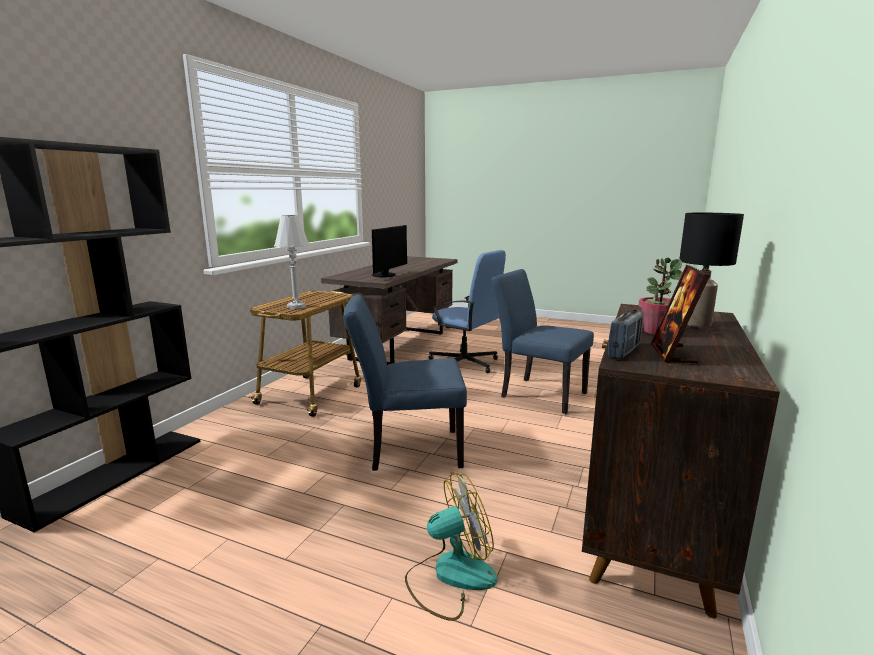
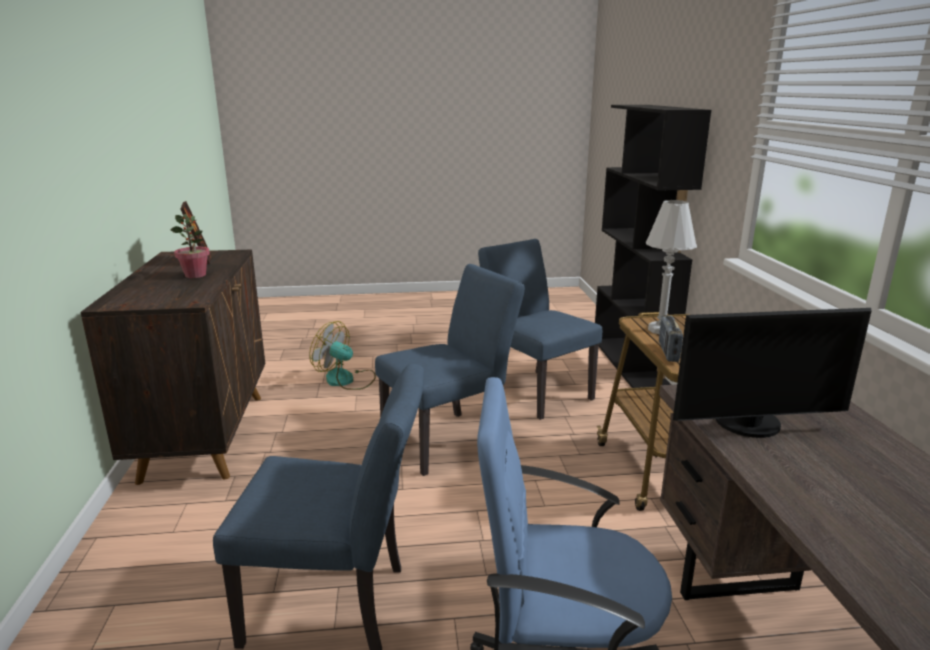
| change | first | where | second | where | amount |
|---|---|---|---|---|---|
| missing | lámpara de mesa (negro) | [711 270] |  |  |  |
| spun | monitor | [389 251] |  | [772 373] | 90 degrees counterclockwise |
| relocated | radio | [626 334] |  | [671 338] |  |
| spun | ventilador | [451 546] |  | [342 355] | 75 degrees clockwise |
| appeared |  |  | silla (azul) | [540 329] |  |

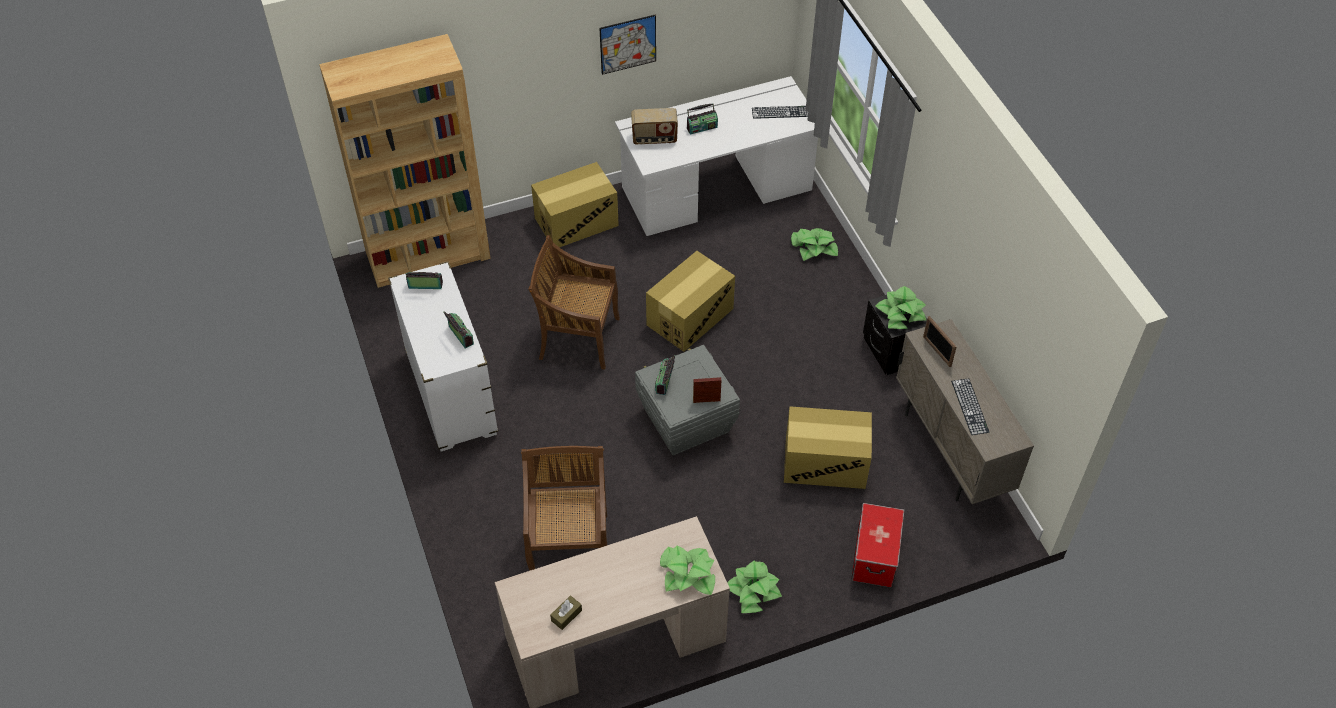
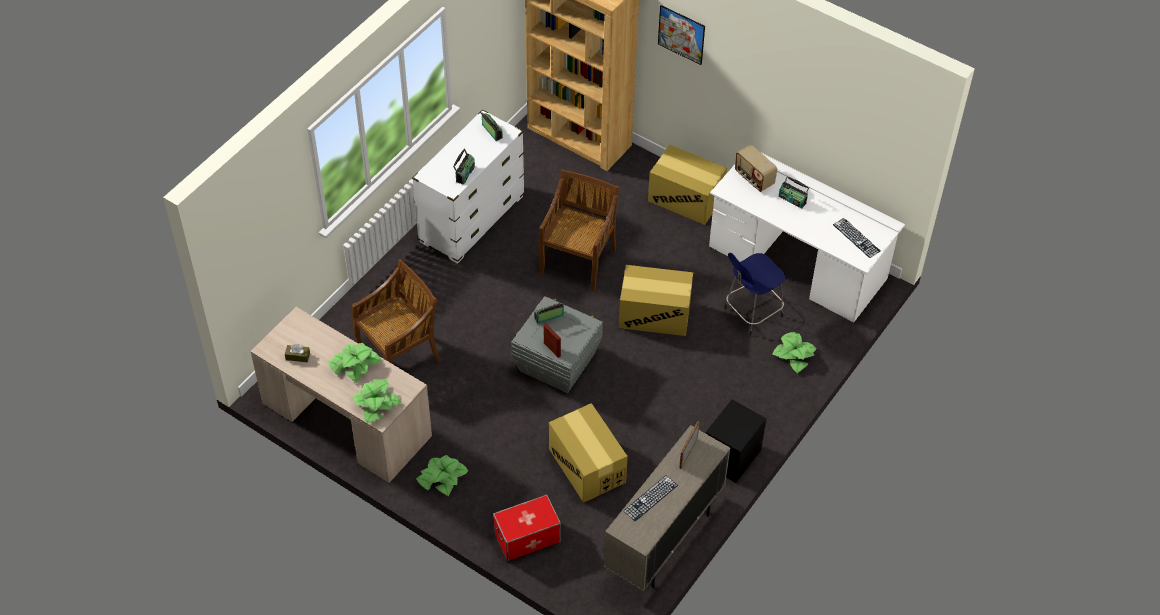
| change | first | where | second | where | amount |
|---|---|---|---|---|---|
| relocated | cuadro | [627 45] |  | [681 35] |  |
| spun | silla (marrón) | [574 302] |  | [579 230] | 45 degrees clockwise |
| relocated | planta en maceta | [900 307] |  | [355 363] |  |
| appeared |  |  | taburete (azul) | [755 294] |  |

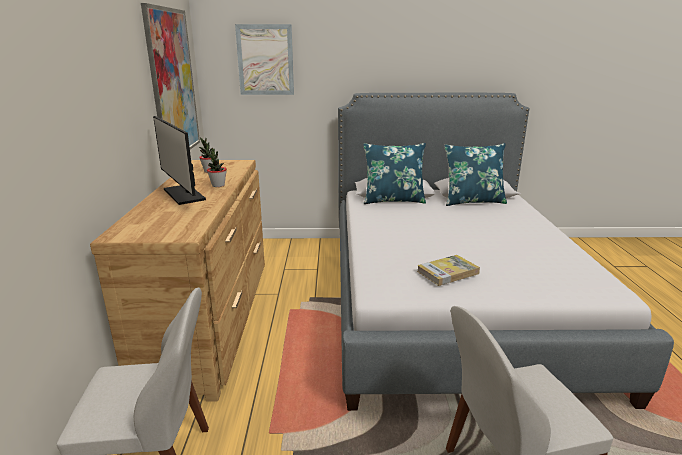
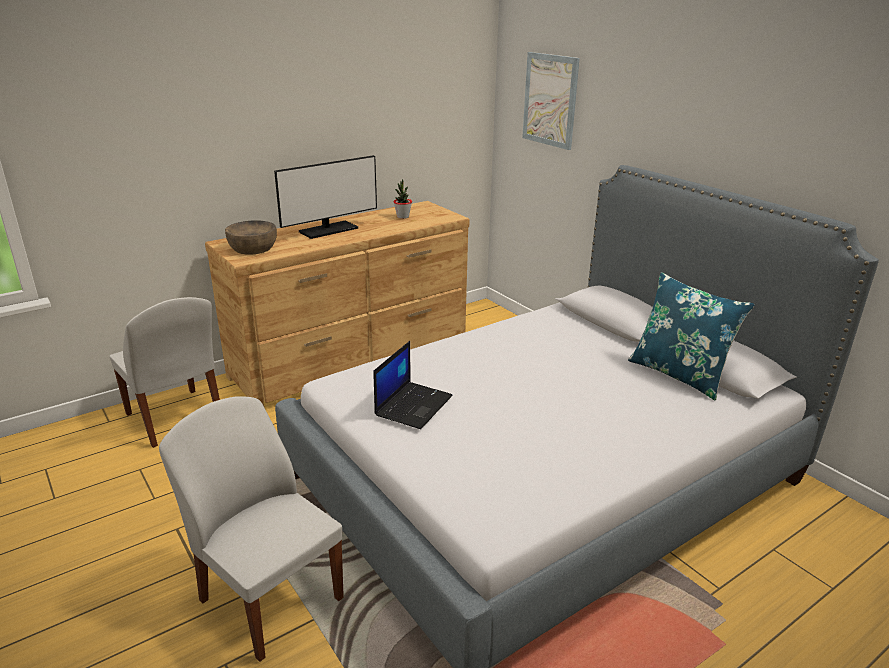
| change | first | where | second | where | amount |
|---|---|---|---|---|---|
| missing | cuadro | [170 76] |  |  |  |
| spun | monitor | [179 160] |  | [325 197] | 150 degrees counterclockwise |
| missing | cojín (azul) | [394 173] |  |  |  |
| missing | planta en maceta | [216 168] |  |  |  |
| exchanged | libro | [448 270] | portátil | [413 385] |  |
| appeared |  |  | cuenco (marrón) | [251 237] |  |

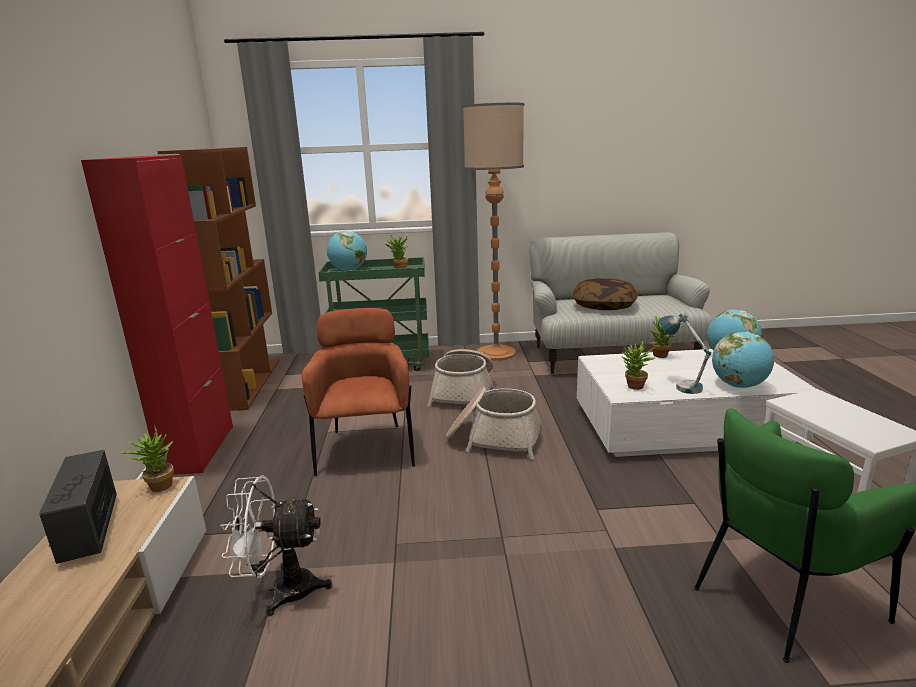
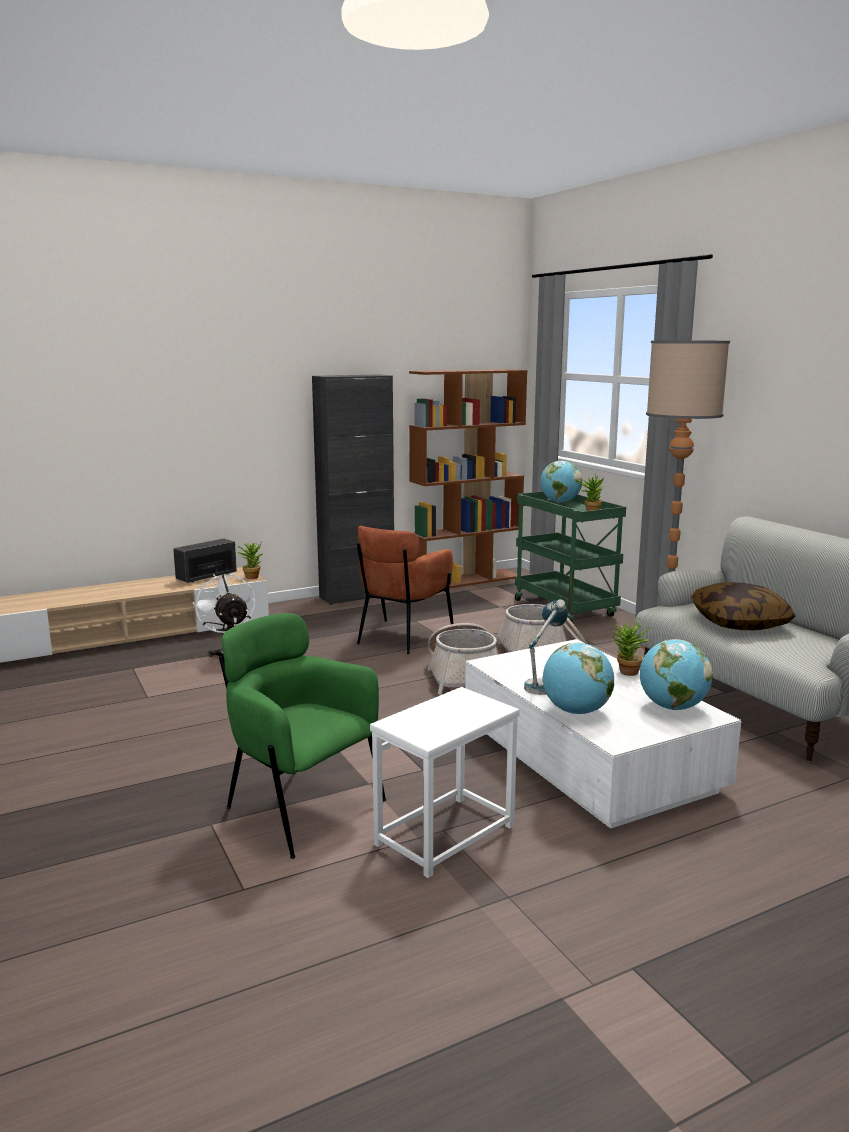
| change | first | where | second | where | amount |
|---|---|---|---|---|---|
| colour | armario (rojo) | [157 315] | armario (negro) | [353 489] |  |
| spun | sillón (marrón) | [358 392] |  | [405 590] | 150 degrees clockwise |
| missing | planta en maceta | [639 365] |  |  |  |

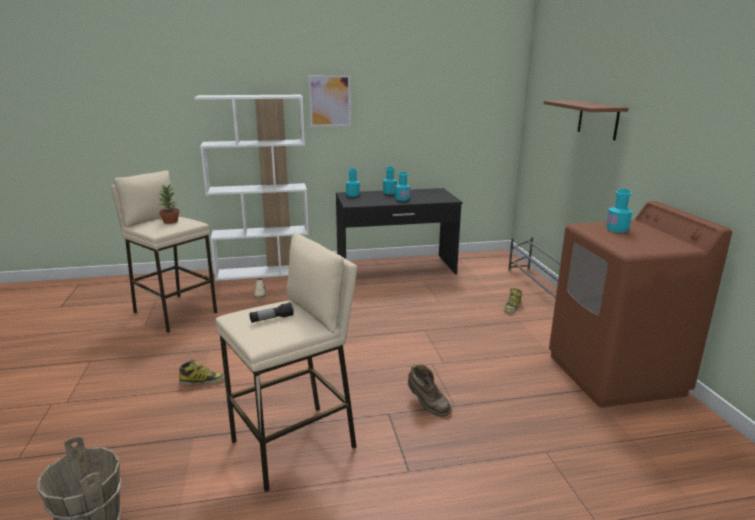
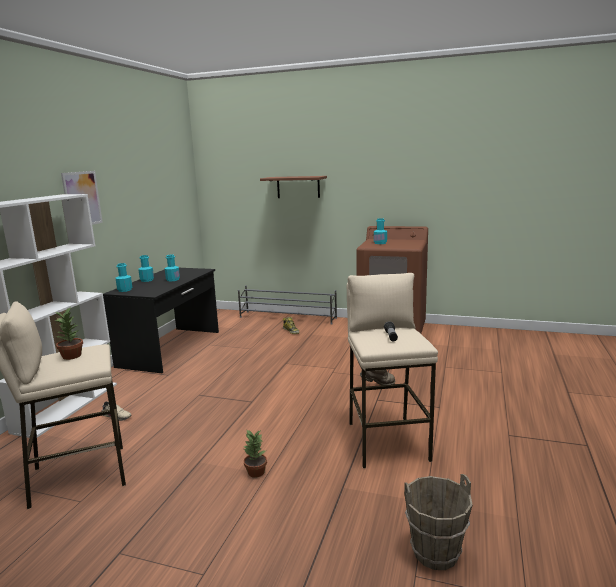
| change | first | where | second | where | amount |
|---|---|---|---|---|---|
| exchanged | bota | [202 372] | planta en maceta | [255 453] |  |

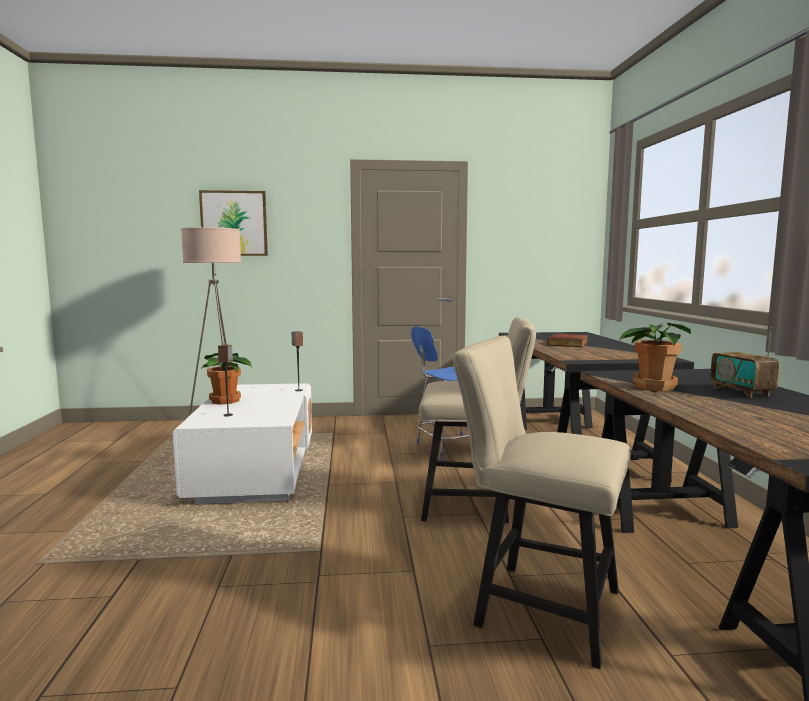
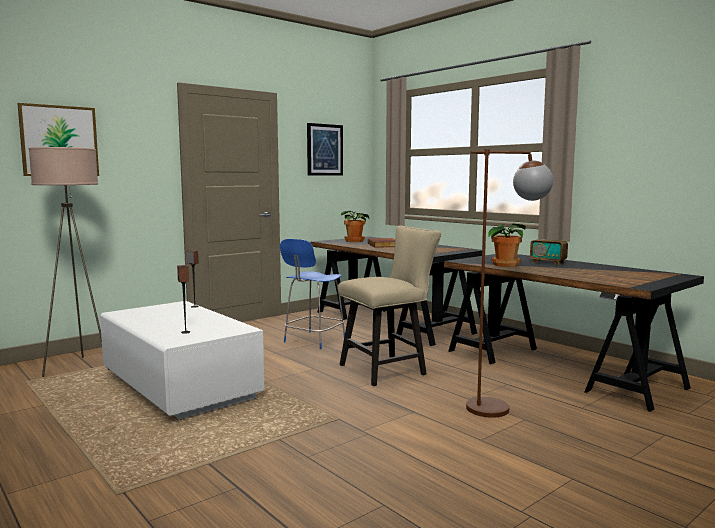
| change | first | where | second | where | amount |
|---|---|---|---|---|---|
| exchanged | silla (beis) | [542 502] | lámpara de pie (marrón) | [509 283] |  |
| relocated | planta en maceta | [226 379] |  | [355 226] |  |
| appeared |  |  | cuadro | [325 149] |  |

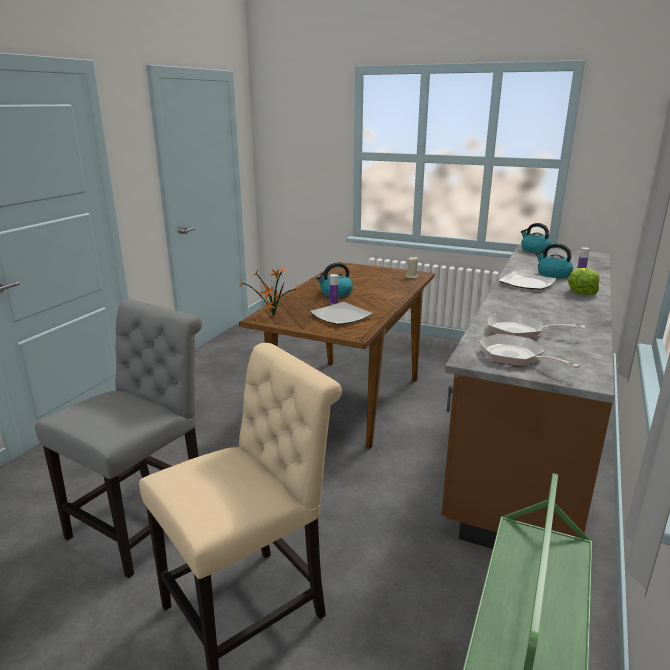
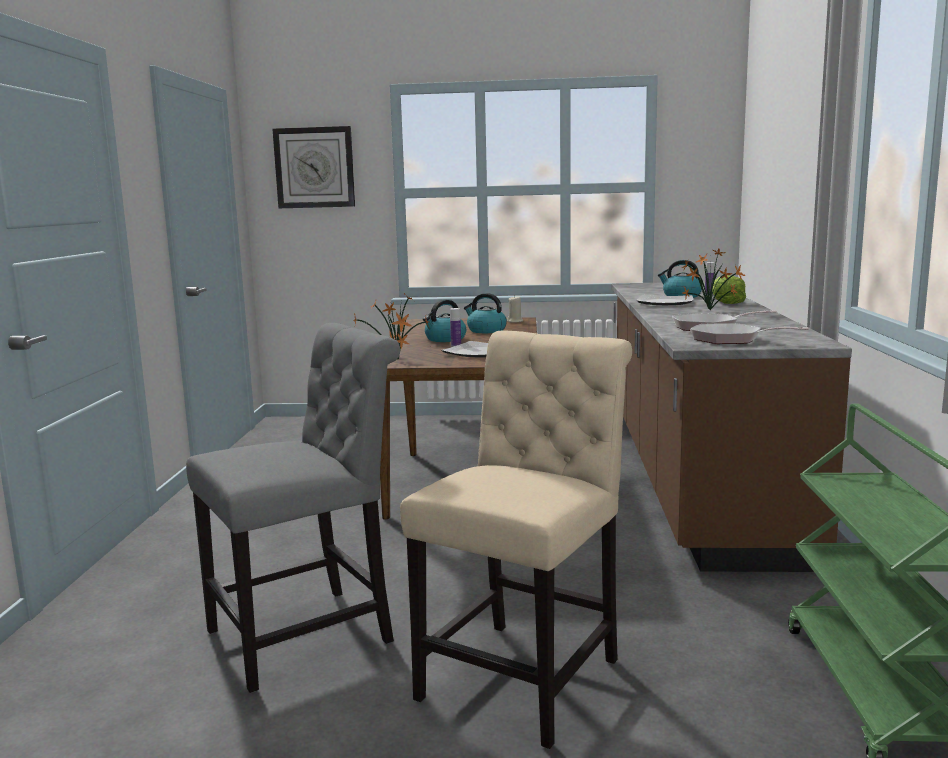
| change | first | where | second | where | amount |
|---|---|---|---|---|---|
| relocated | hervidor | [536 238] |  | [485 313] |  |
| spun | silla (gris) | [118 439] |  | [293 508] | 45 degrees clockwise |
| appeared |  |  | reloj de pared | [314 167] |  |
| appeared |  |  | planta en maceta | [714 280] |  |

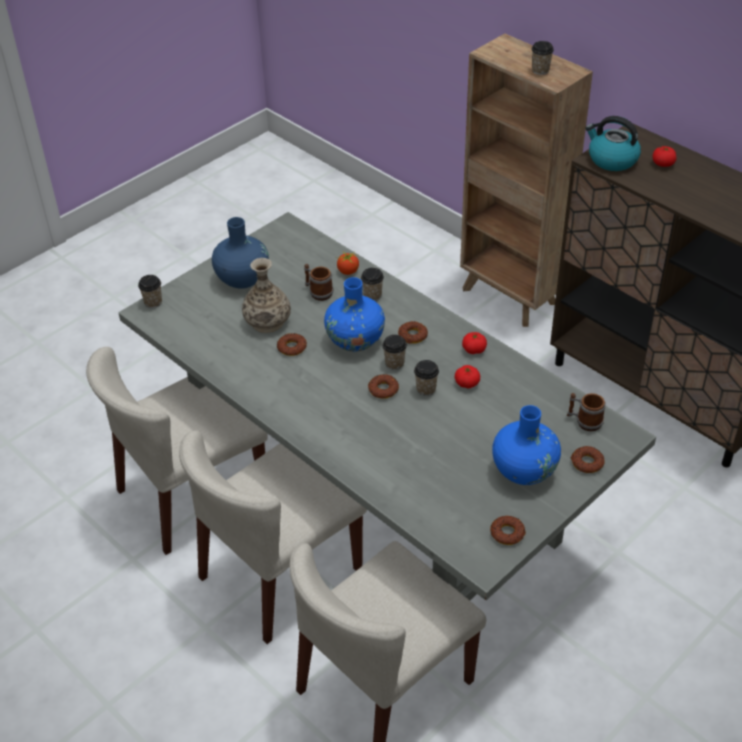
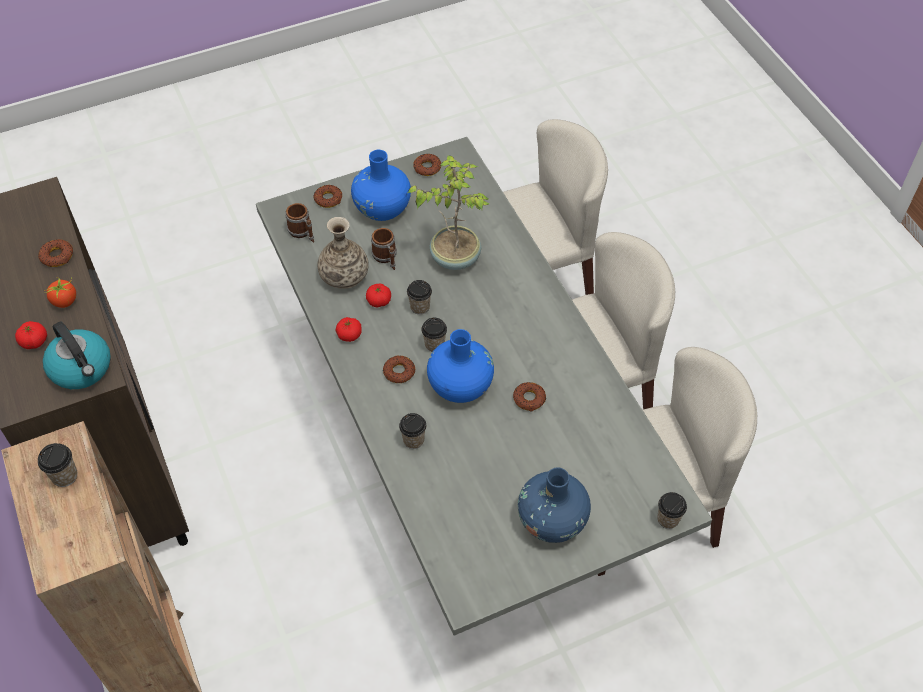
| change | first | where | second | where | amount |
|---|---|---|---|---|---|
| relocated | tomate | [347 263] |  | [60 293] |  |
| relocated | florero | [266 295] |  | [343 253] |  |
| relocated | taza grande | [318 282] |  | [384 249] |  |
| relocated | rosquilla | [383 386] |  | [55 253] |  |
| appeared |  |  | planta en maceta | [448 212] |  |

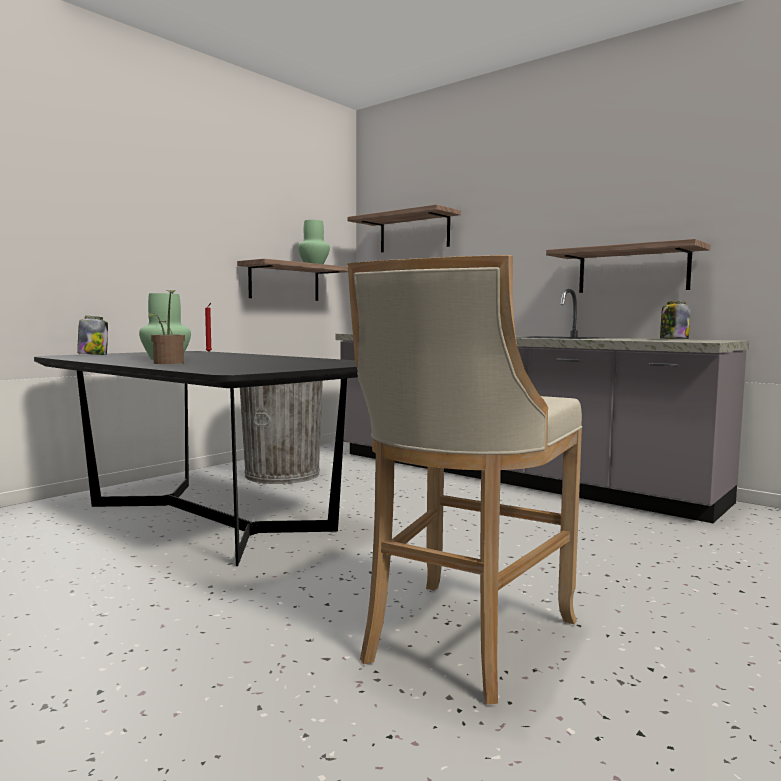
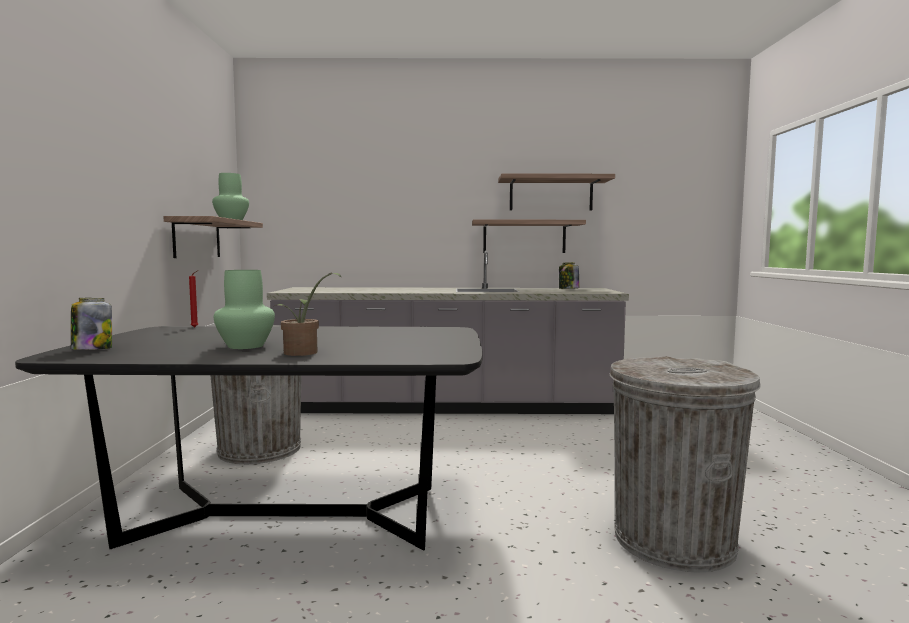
| change | first | where | second | where | amount |
|---|---|---|---|---|---|
| relocated | estante | [404 228] |  | [556 192] |  |
| exchanged | taburete (beis) | [464 479] | papelera (gris) | [685 464] |  |

